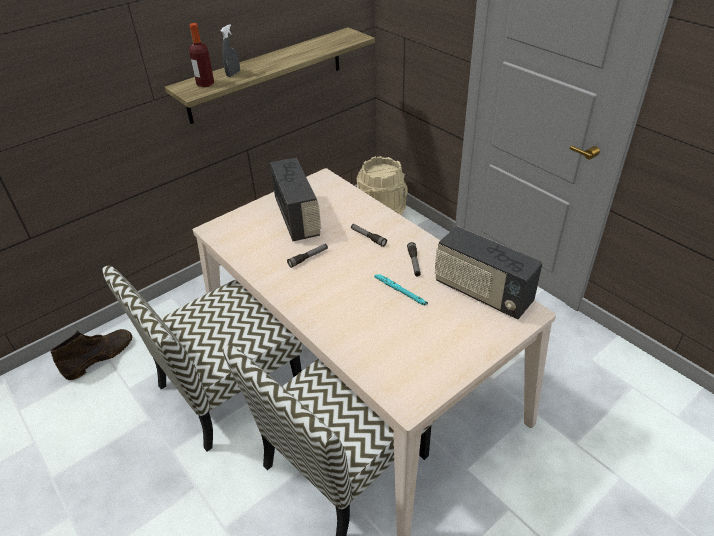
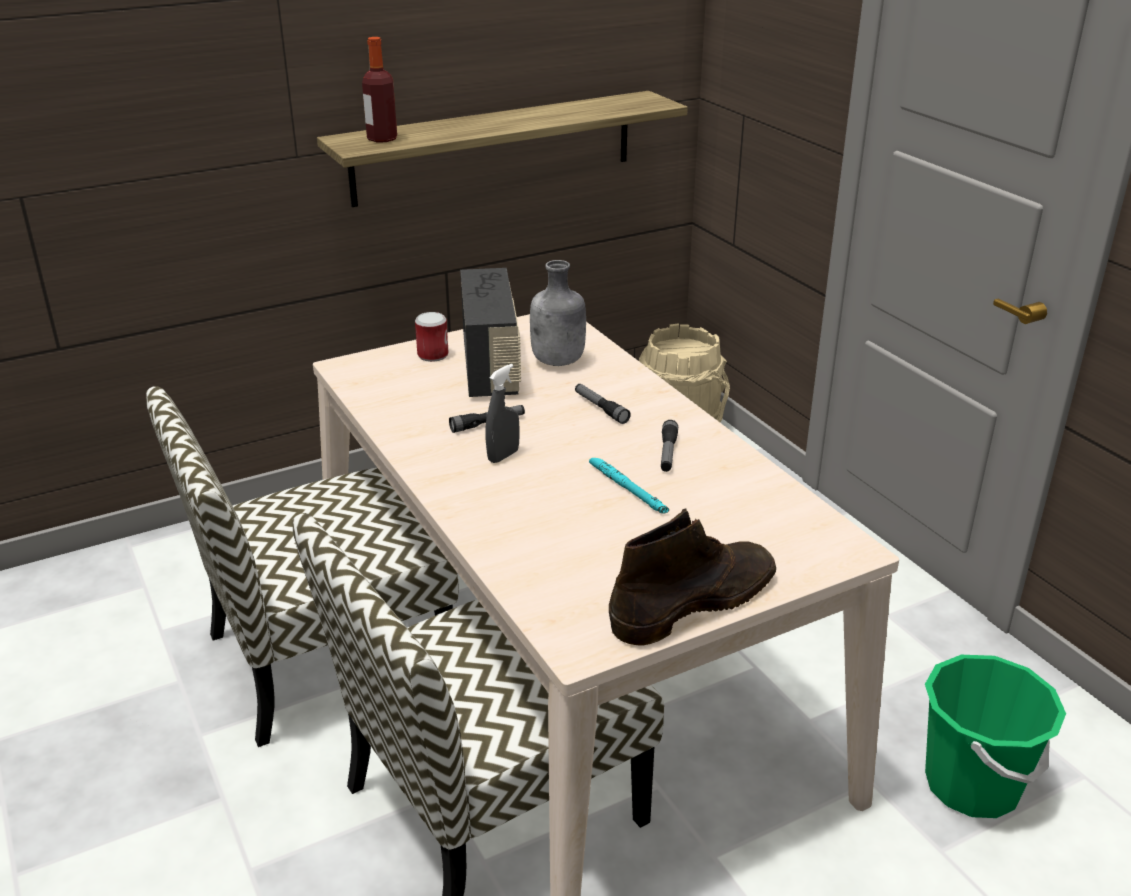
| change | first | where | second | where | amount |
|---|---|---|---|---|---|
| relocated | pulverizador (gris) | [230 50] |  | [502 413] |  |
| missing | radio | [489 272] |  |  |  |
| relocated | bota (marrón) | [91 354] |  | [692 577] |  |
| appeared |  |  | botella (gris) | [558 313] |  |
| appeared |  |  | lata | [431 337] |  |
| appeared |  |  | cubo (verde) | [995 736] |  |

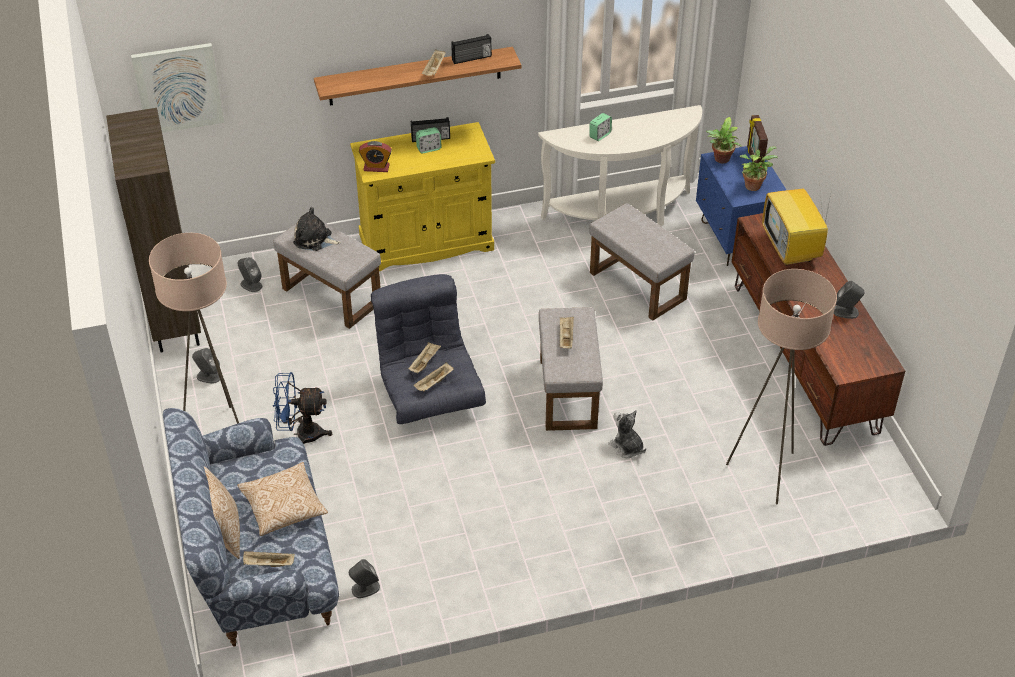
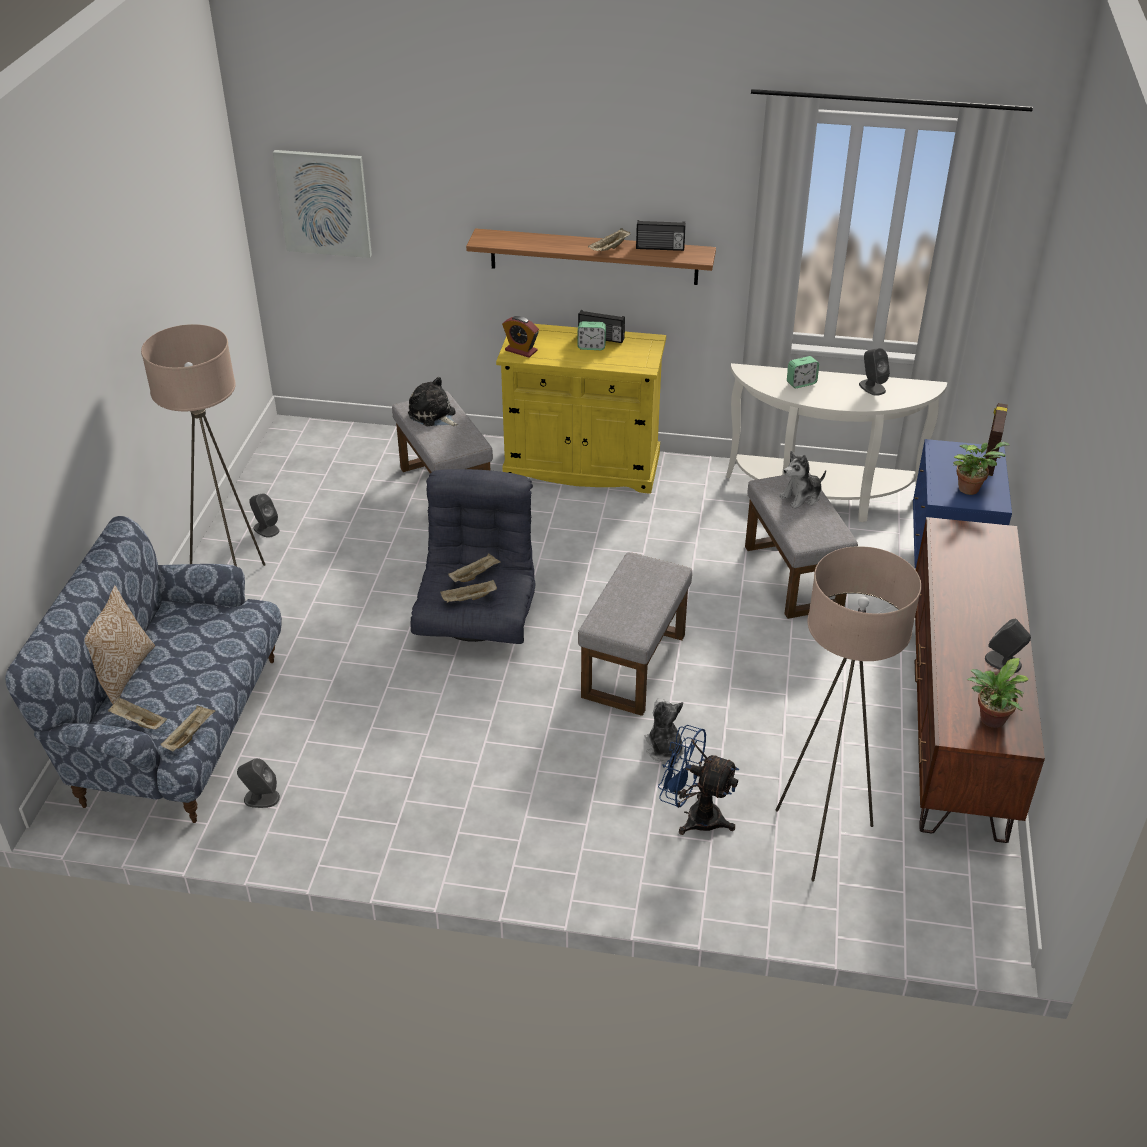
| change | first | where | second | where | amount |
|---|---|---|---|---|---|
| missing | estantería (marrón) | [153 230] |  |  |  |
| relocated | planta en maceta | [723 140] |  | [998 693] |  |
| missing | televisor | [796 224] |  |  |  |
| relocated | altavoz (gris) | [250 274] |  | [874 372] |  |
| relocated | bandeja (beis) | [567 333] |  | [188 728] |  |
| relocated | ventilador (azul) | [302 408] |  | [698 780] |  |
| missing | cojín | [282 499] |  |  |  |
| appeared |  |  | peluche | [802 480] |  |

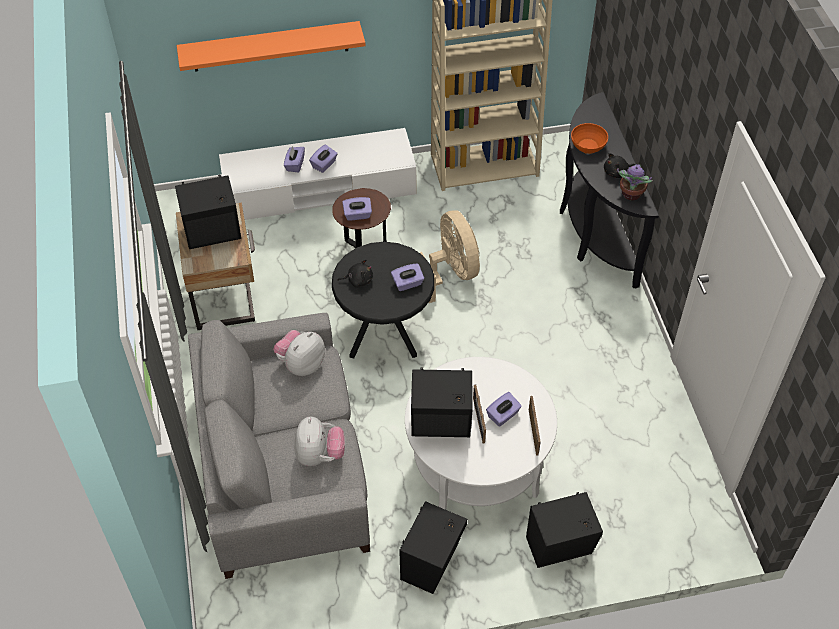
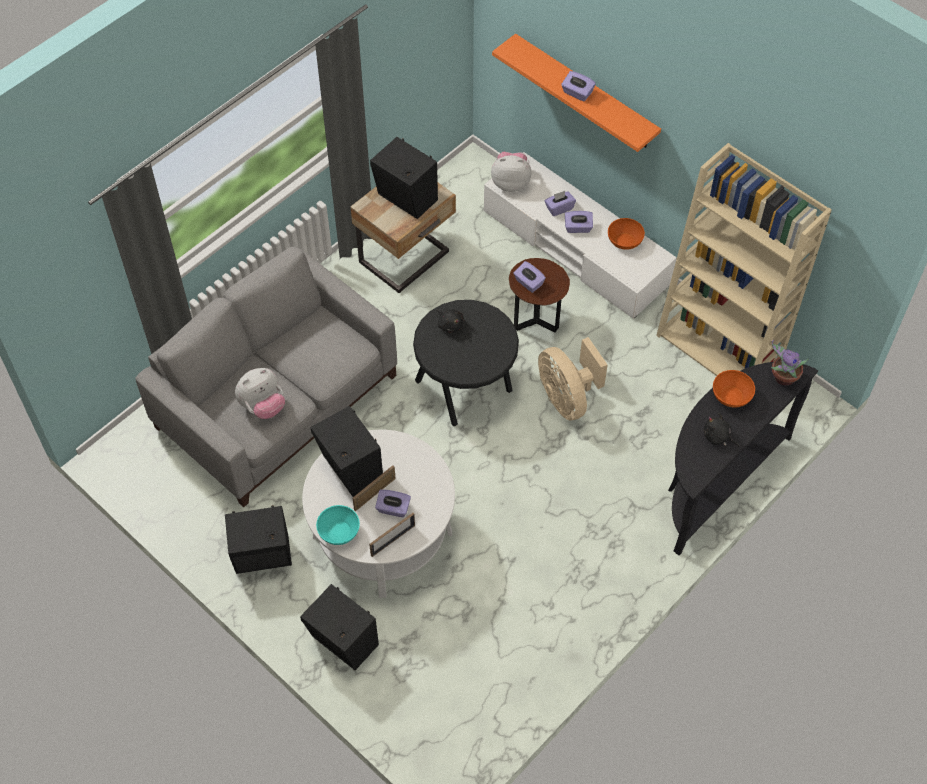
| change | first | where | second | where | amount |
|---|---|---|---|---|---|
| relocated | planta en maceta | [635 182] |  | [790 363] |  |
| spun | ventilador (beis) | [450 256] |  | [573 378] | 120 degrees clockwise |
| relocated | caja de pañuelos (morado) | [407 277] |  | [578 86] |  |
| relocated | peluche | [299 353] |  | [511 172] |  |
| appeared |  |  | cuenco (naranja) | [626 234] |  |
| appeared |  |  | cuenco (turquesa) | [338 525] |  |

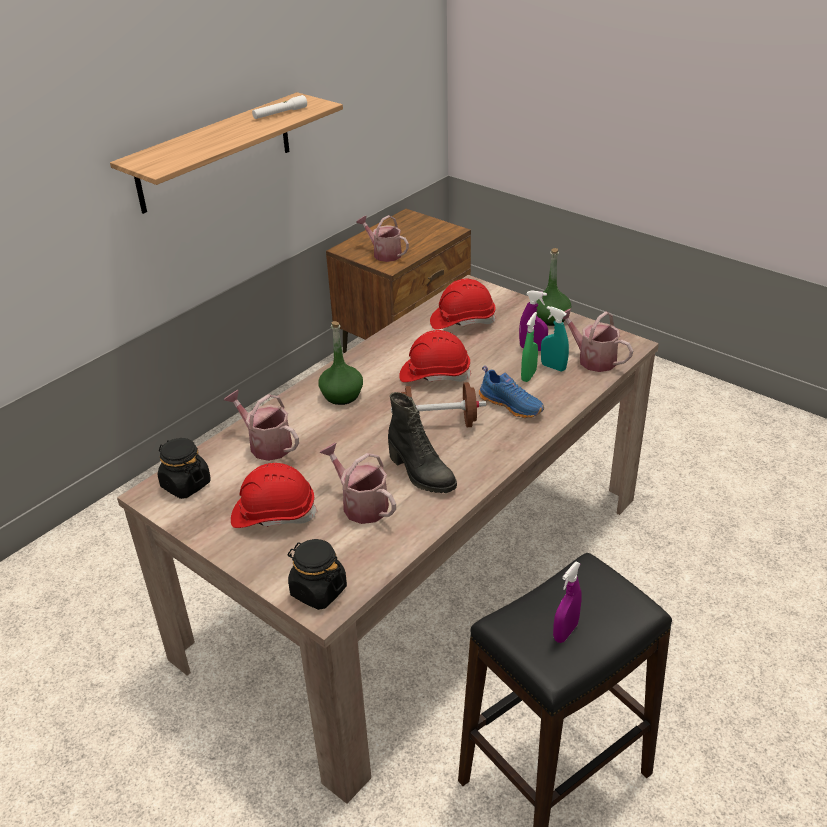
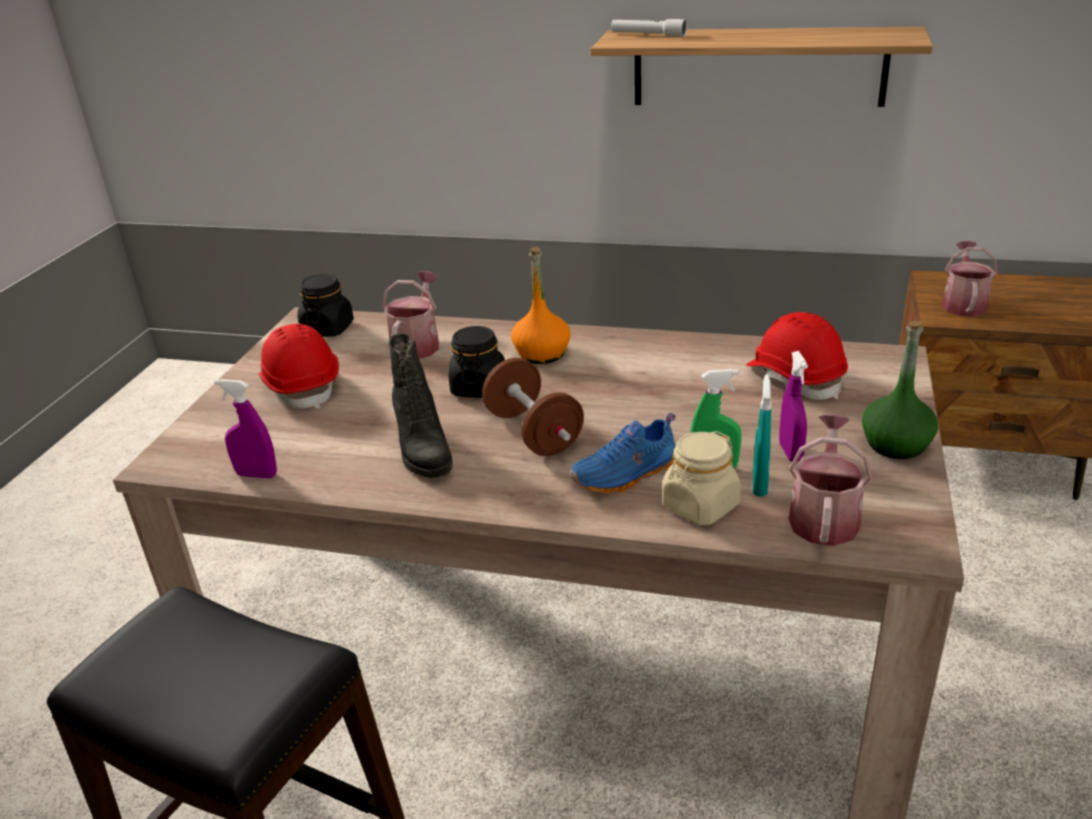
| change | first | where | second | where | amount |
|---|---|---|---|---|---|
| relocated | linterna (blanco) | [279 107] |  | [649 28] |  |
| colour | botella (verde) | [340 363] | botella (naranja) | [540 305] |  |
| missing | casco (rojo) | [435 356] |  |  |  |
| spun | zapato (azul) | [511 392] |  | [623 453] | 45 degrees clockwise |
| spun | bota (negro) | [422 442] |  | [421 405] | 45 degrees counterclockwise |
| missing | regadera | [357 483] |  |  |  |
| relocated | tarro (negro) | [317 574] |  | [476 362] |  |
| relocated | pulverizador (morado) | [567 602] |  | [245 428] |  |
| appeared |  |  | tarro (beis) | [701 478] |  |

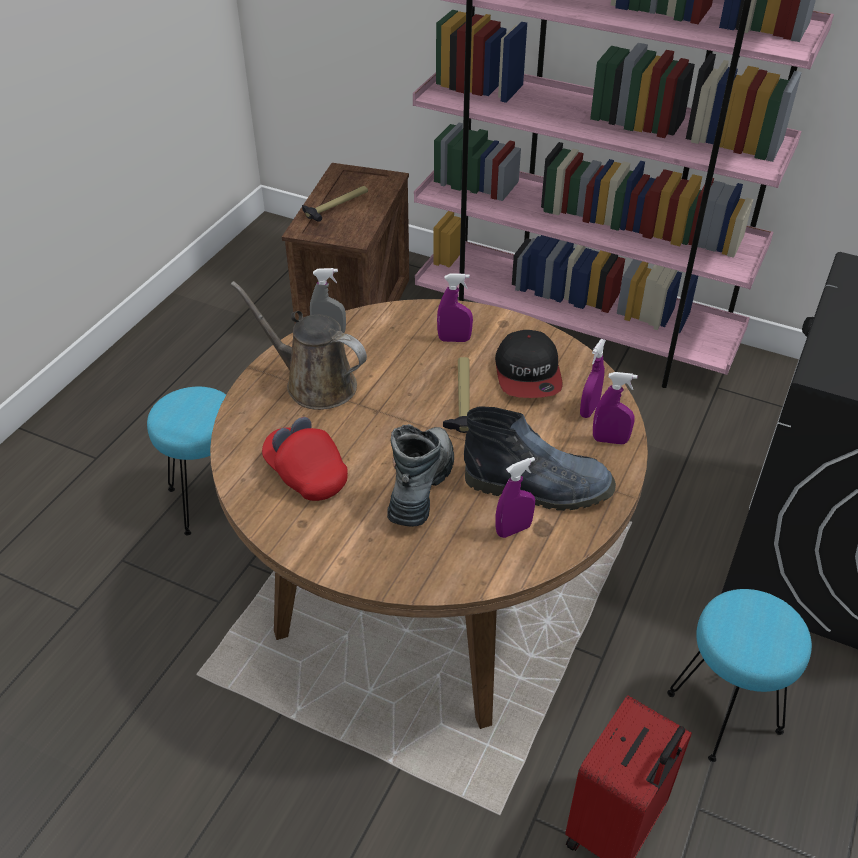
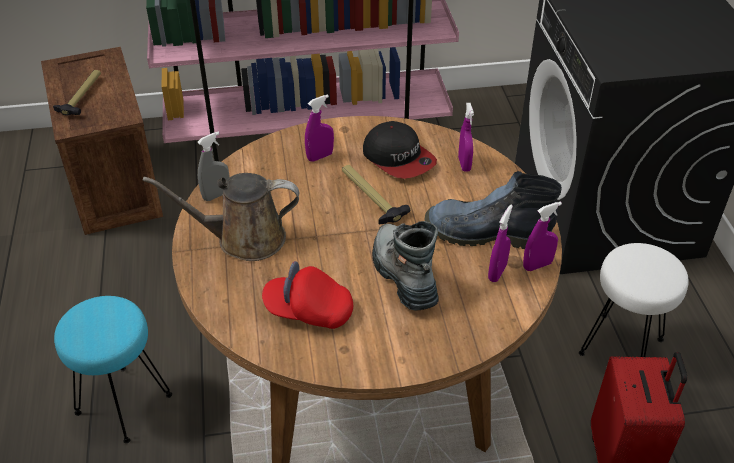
| change | first | where | second | where | amount |
|---|---|---|---|---|---|
| relocated | pulverizador (morado) | [615 408] |  | [542 236] |  |
| spun | bota | [540 458] |  | [493 210] | 150 degrees counterclockwise |
| colour | taburete (turquesa) | [739 675] | taburete (blanco) | [634 300] |  |

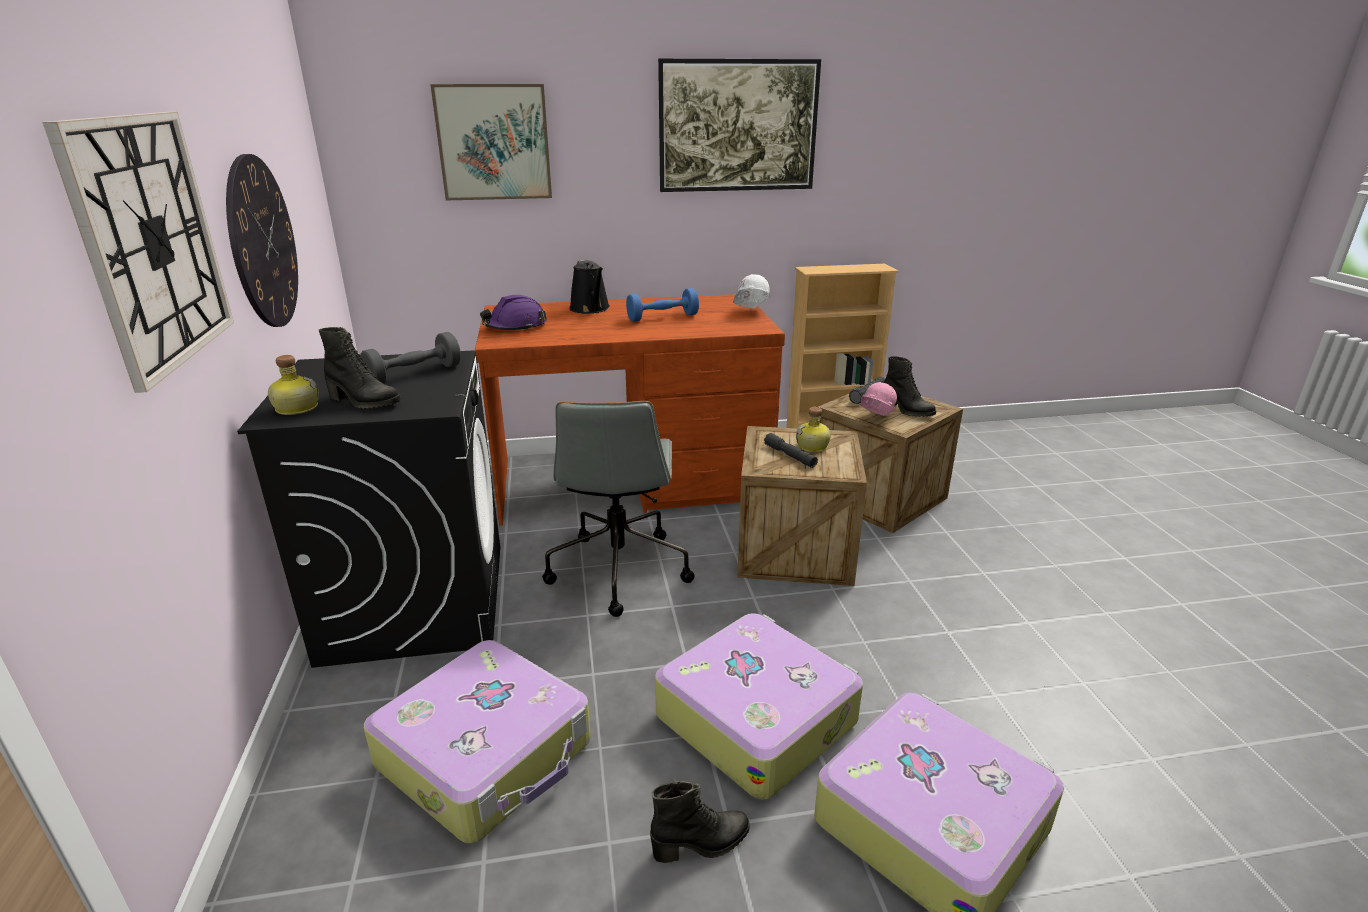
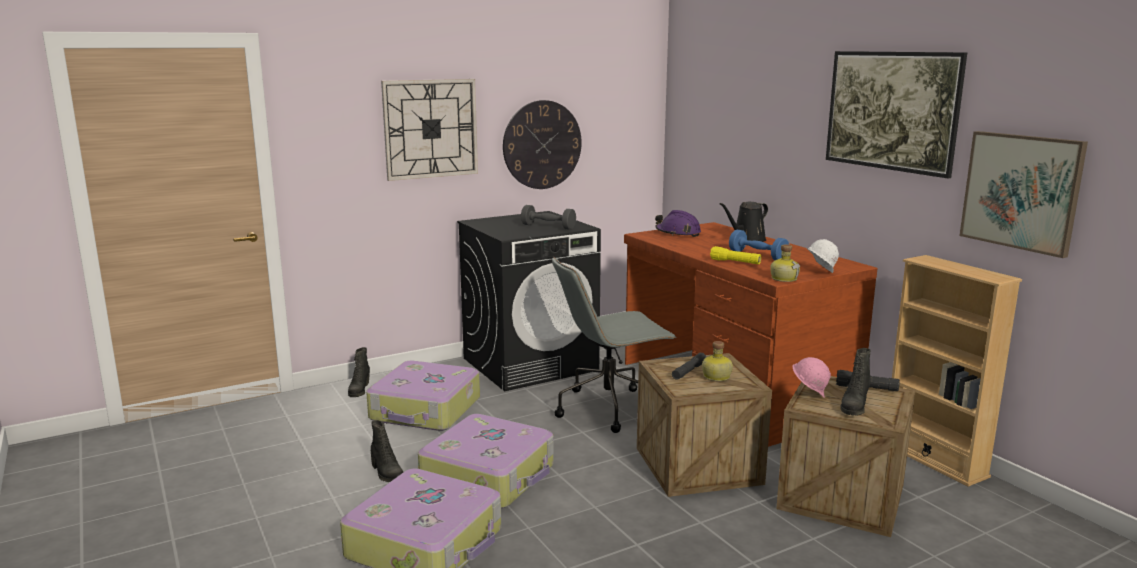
| change | first | where | second | where | amount |
|---|---|---|---|---|---|
| relocated | cuadro | [491 142] |  | [1023 194] |  |
| relocated | bota (negro) | [360 368] |  | [359 372] |  |
| relocated | botella | [293 385] |  | [785 263] |  |
| appeared |  |  | linterna (amarillo) | [735 255] |  |

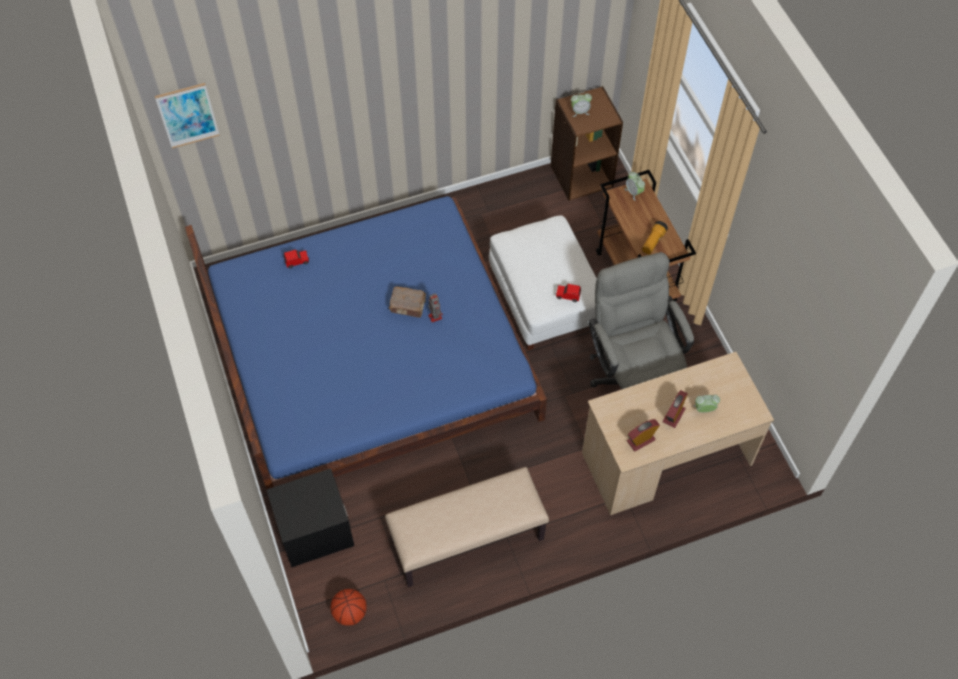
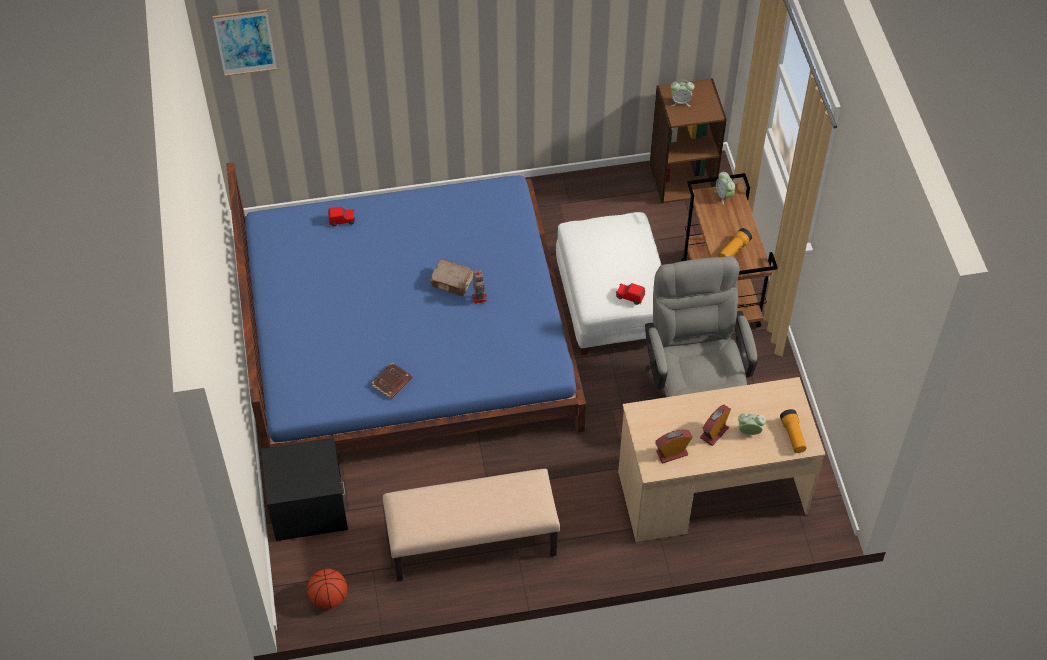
| change | first | where | second | where | amount |
|---|---|---|---|---|---|
| appeared |  |  | libro (marrón) | [391 380] |  |
| appeared |  |  | linterna | [793 431] |  |

